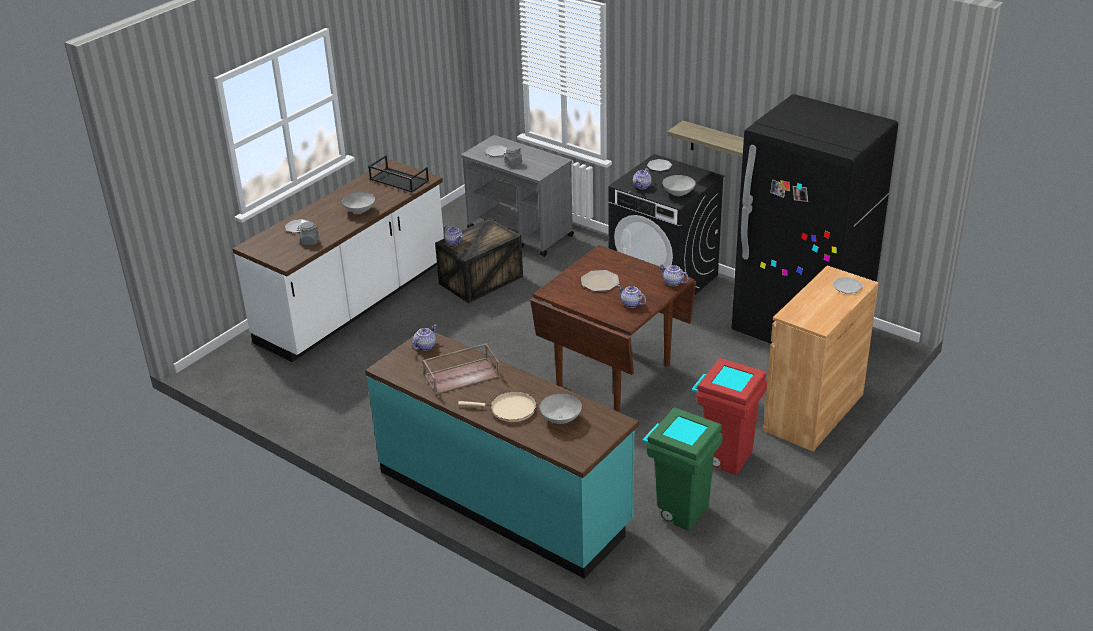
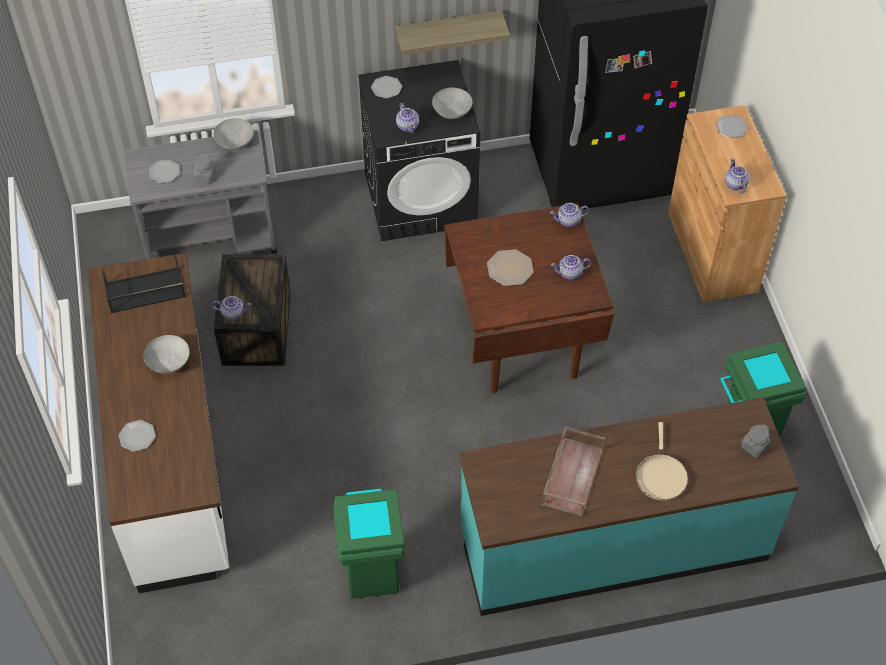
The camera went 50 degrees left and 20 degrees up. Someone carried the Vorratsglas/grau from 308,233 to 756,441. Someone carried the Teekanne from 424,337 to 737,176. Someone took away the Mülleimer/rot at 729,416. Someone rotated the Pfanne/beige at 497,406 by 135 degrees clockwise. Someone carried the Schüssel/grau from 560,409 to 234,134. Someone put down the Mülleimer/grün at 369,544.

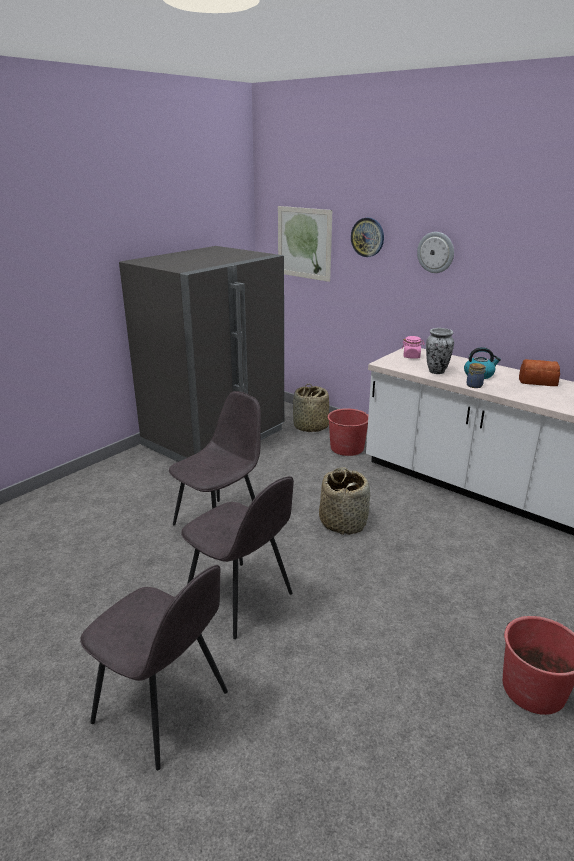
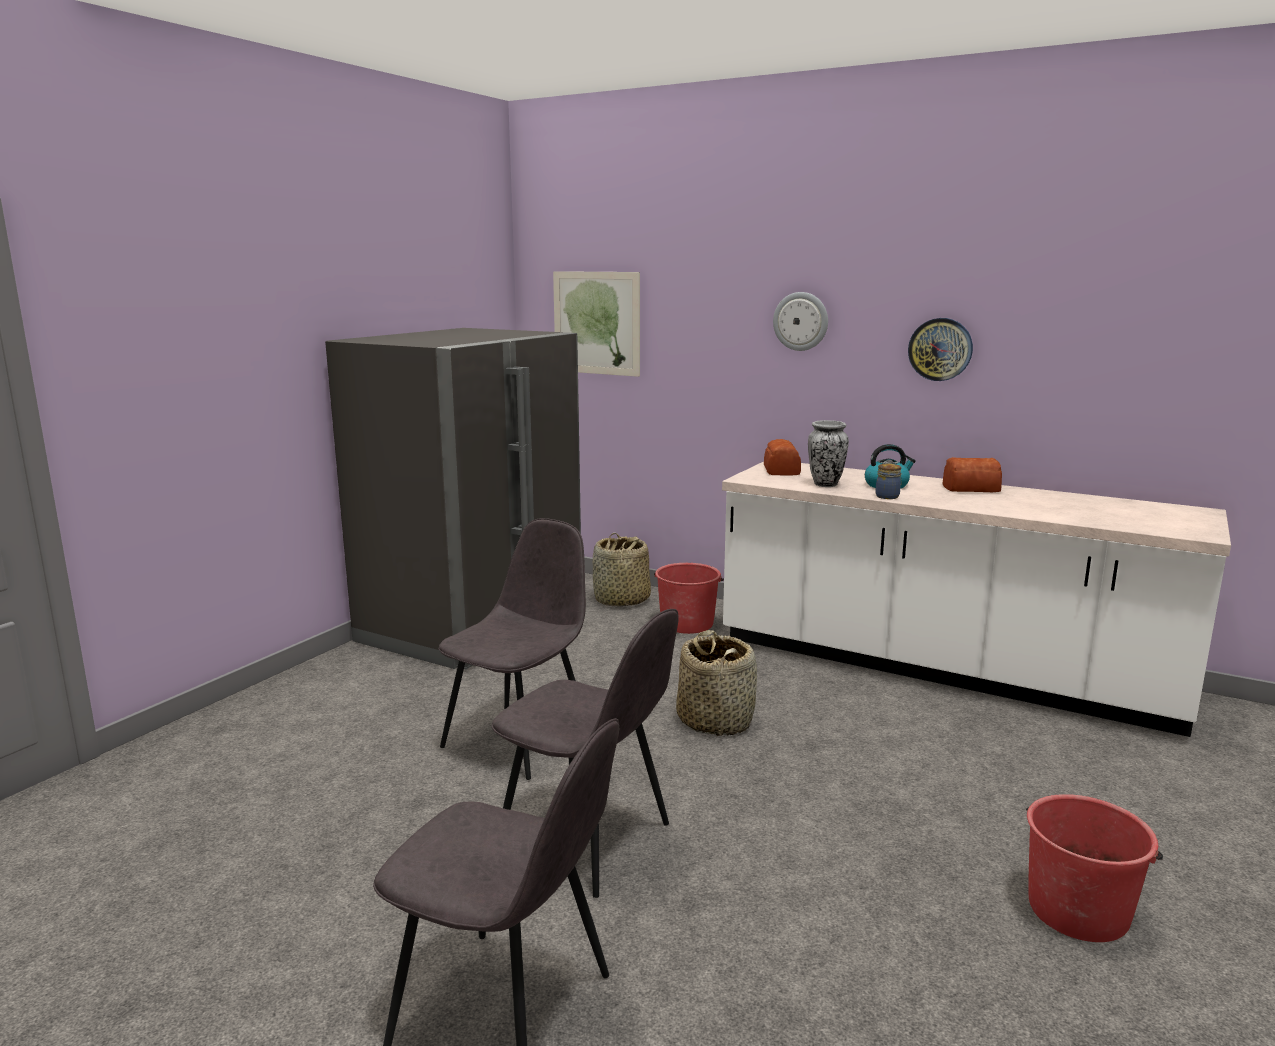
The camera went 10 degrees left and 10 degrees down. Someone carried the Wanduhr from 367,237 to 940,349. Someone swapped the Vorratsglas/rosa at 413,347 for the Brot at 782,457.

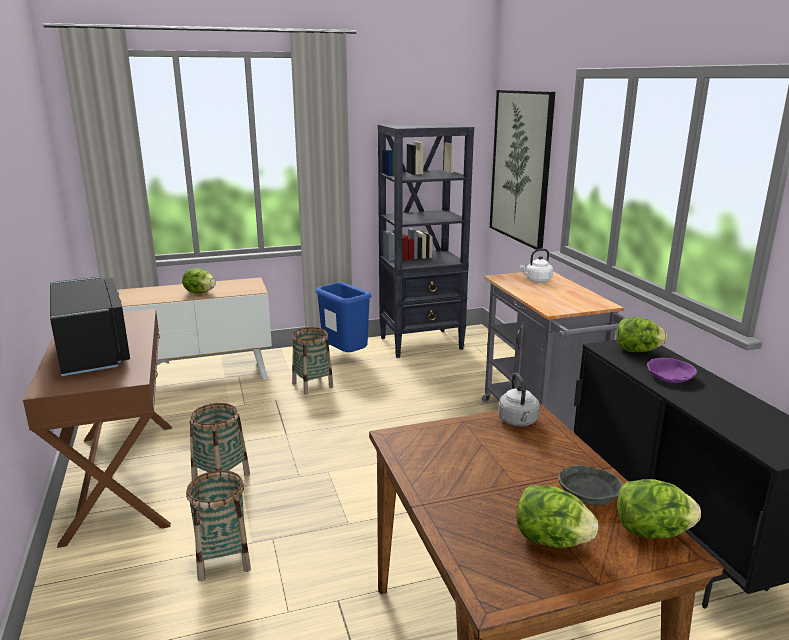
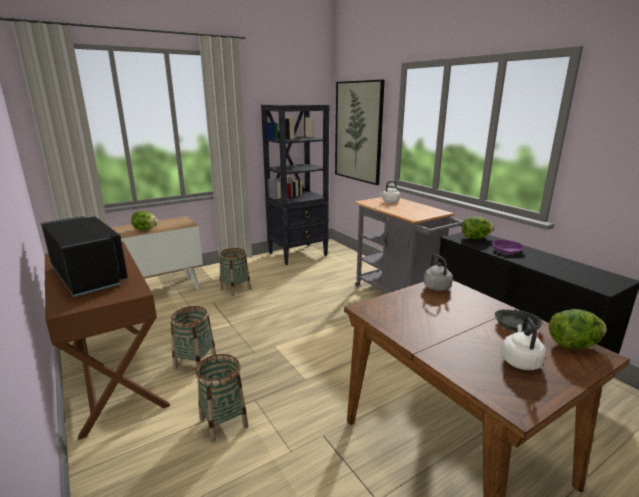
The camera went 15 degrees left and 0 degrees up. Someone took away the Mülleimer/blau at 343,317. Someone swapped the Salatkopf at 557,516 for the Wasserkessel/weiß at 523,344.

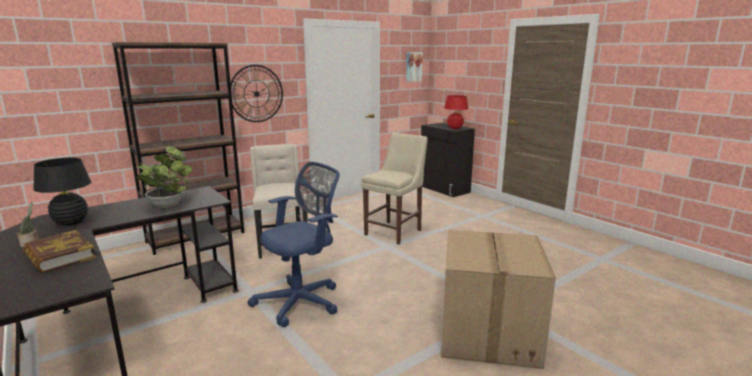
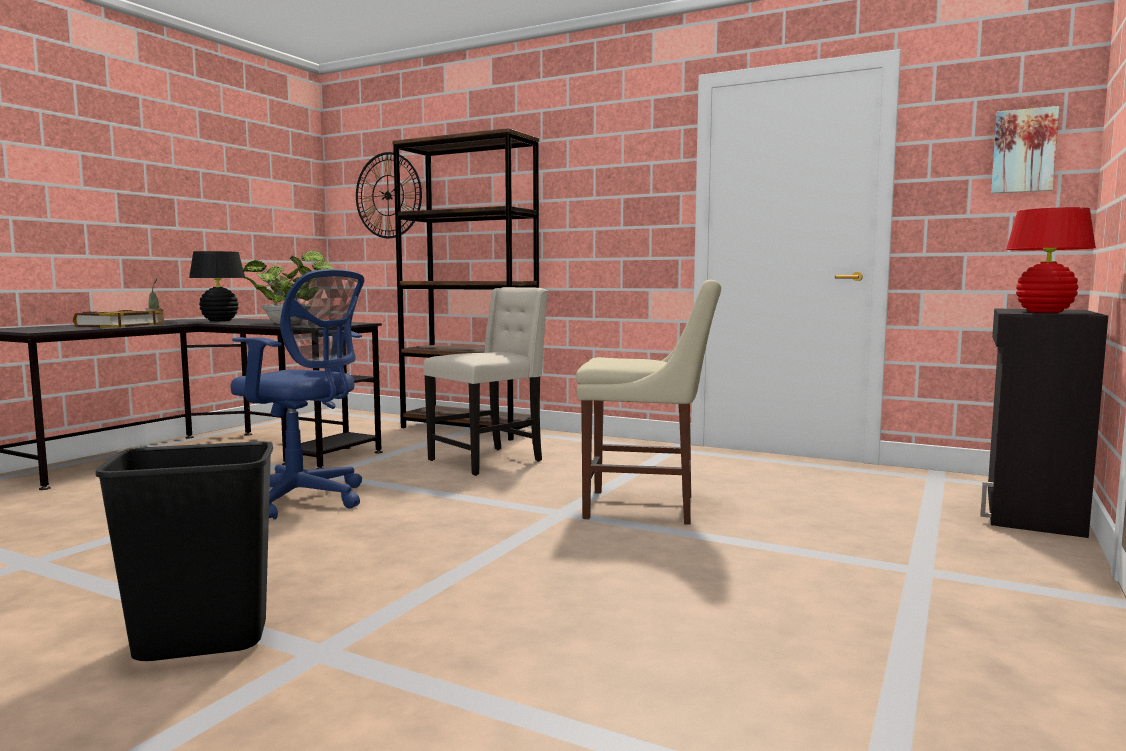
The camera went 65 degrees right and 10 degrees down. Someone carried the Wanduhr from 256,93 to 389,195. Someone swapped the Karton at 498,299 for the Mülleimer/schwarz at 184,551.

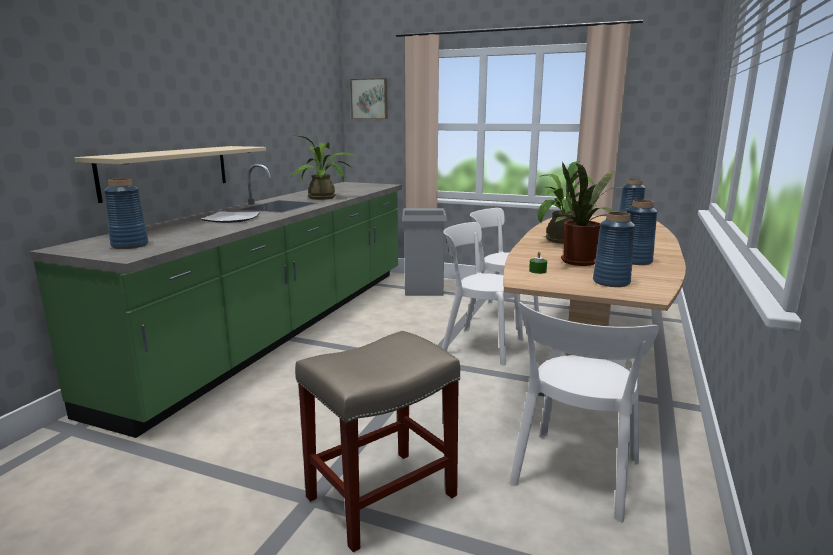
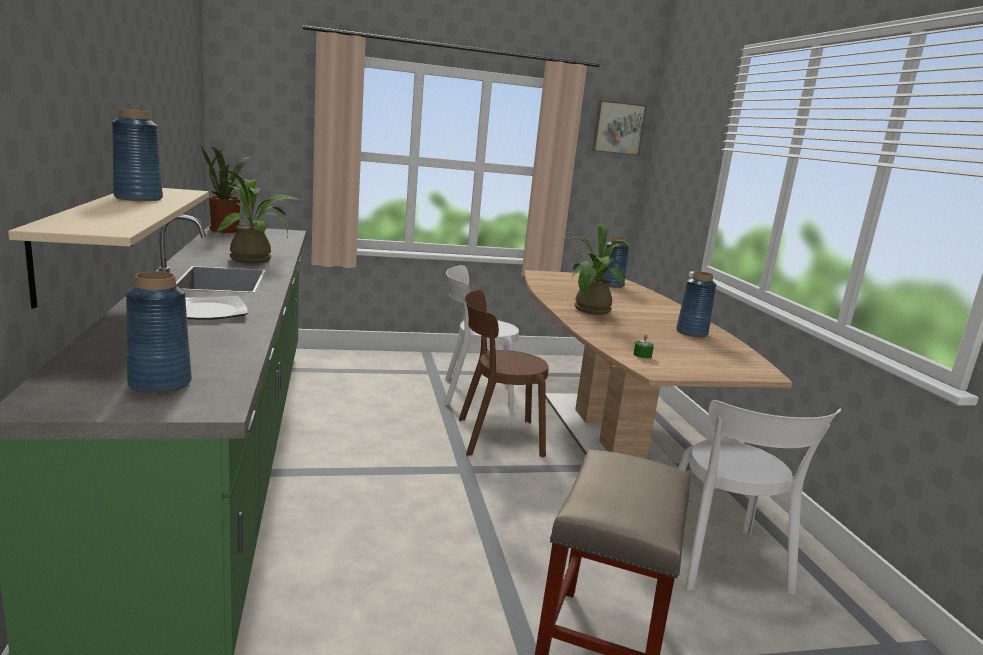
The camera went 35 degrees left and 0 degrees up. Someone carried the Bild from 369,98 to 619,127. Someone carried the Topfpflanze from 589,214 to 225,189. Someone took away the Mülleimer/grau at 424,252. Someone carried the Vase/blau from 614,249 to 137,155. Someone repainted the Stuhl/weiß at 483,294, which became the Stuhl/braun at 504,373.

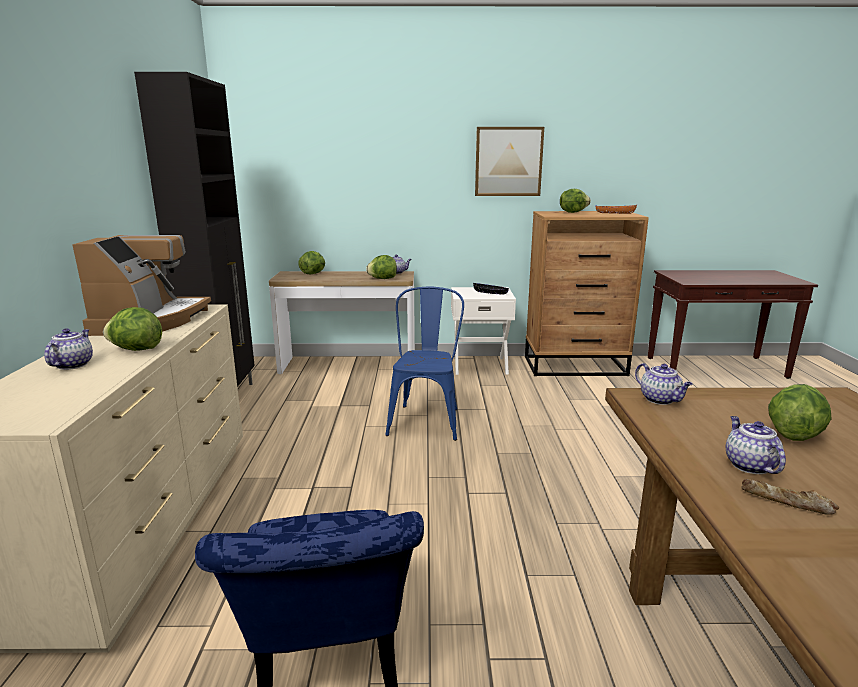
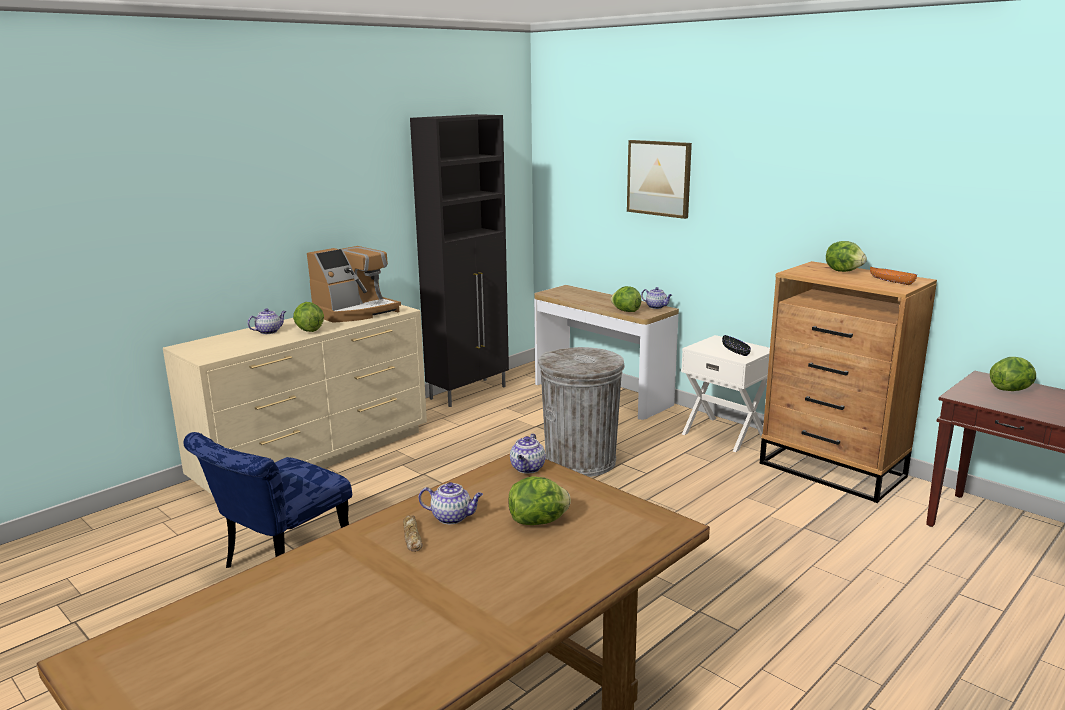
The camera went 45 degrees right and 0 degrees up. Someone carried the Bild from 509,161 to 659,179. Someone carried the Salatkopf from 311,262 to 1013,374. Someone swapped the Stuhl/blau at 424,363 for the Mülleimer/grau at 581,412. Someone rotated the Teekanne at 756,445 by 60 degrees clockwise.

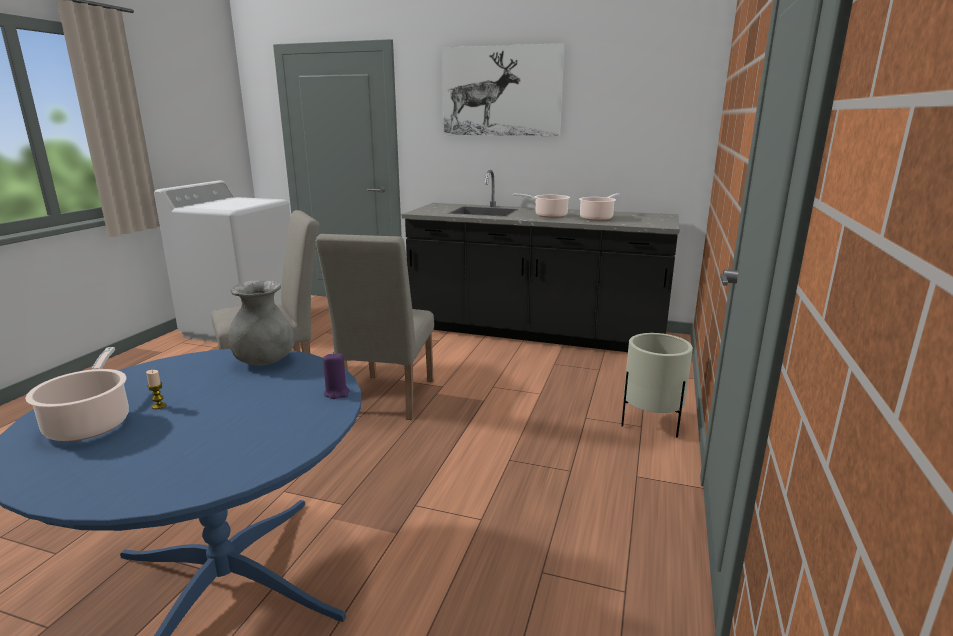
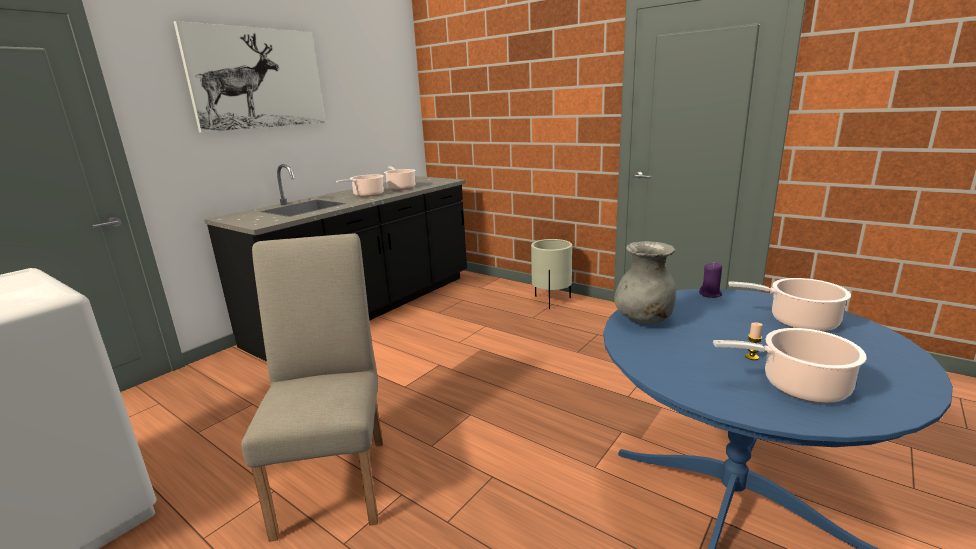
The camera went 70 degrees left and 0 degrees up. Someone took away the Stuhl/beige at 375,327. Someone put down the Kochtopf at 789,304.

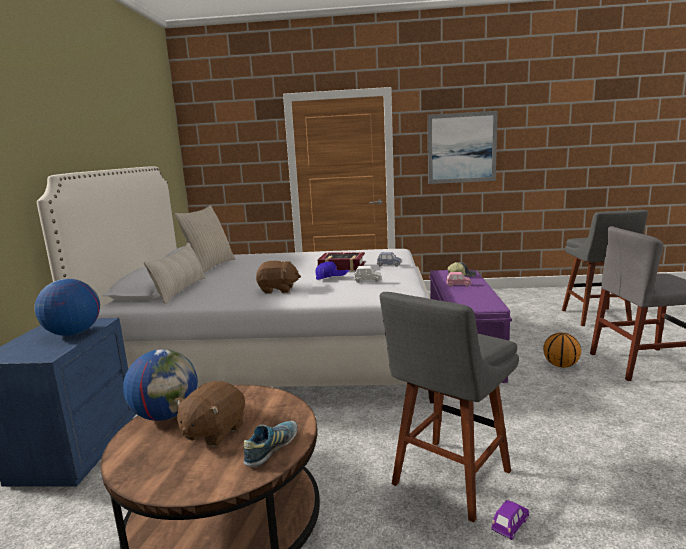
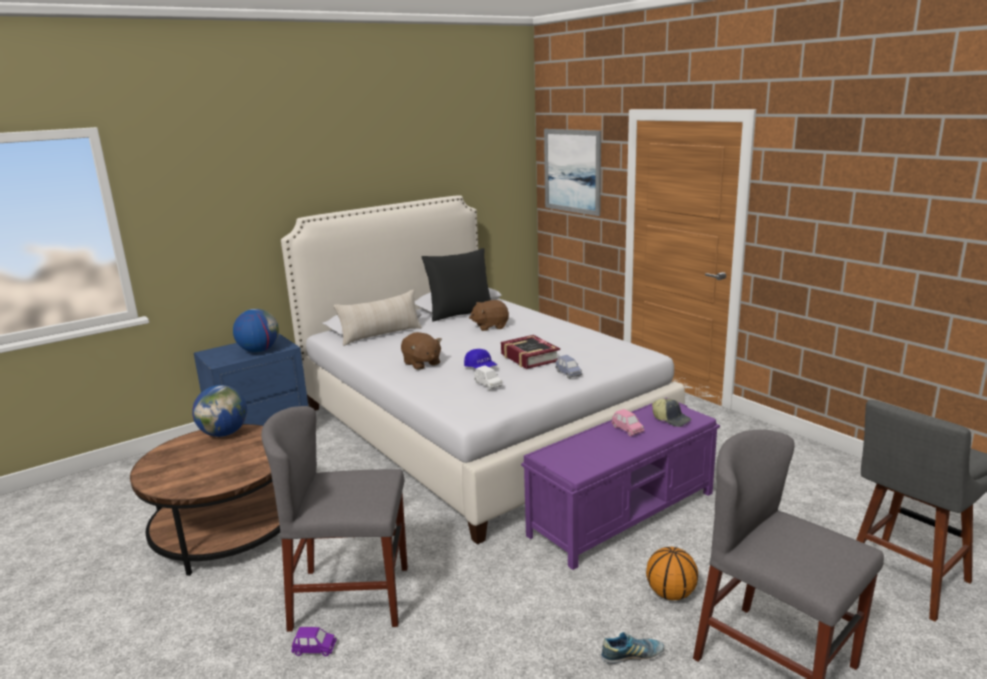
The camera went 50 degrees right and 5 degrees up. Someone carried the Bild from 463,147 to 572,172. Someone repainted the Kissen/beige at 205,239, which became the Kissen/schwarz at 456,285. Someone swapped the Hocker/grau at 449,407 for the Stuhl/grau at 334,519. Someone carried the Plüschtier/braun from 209,414 to 489,315. Someone carried the Schuh from 270,444 to 632,648.

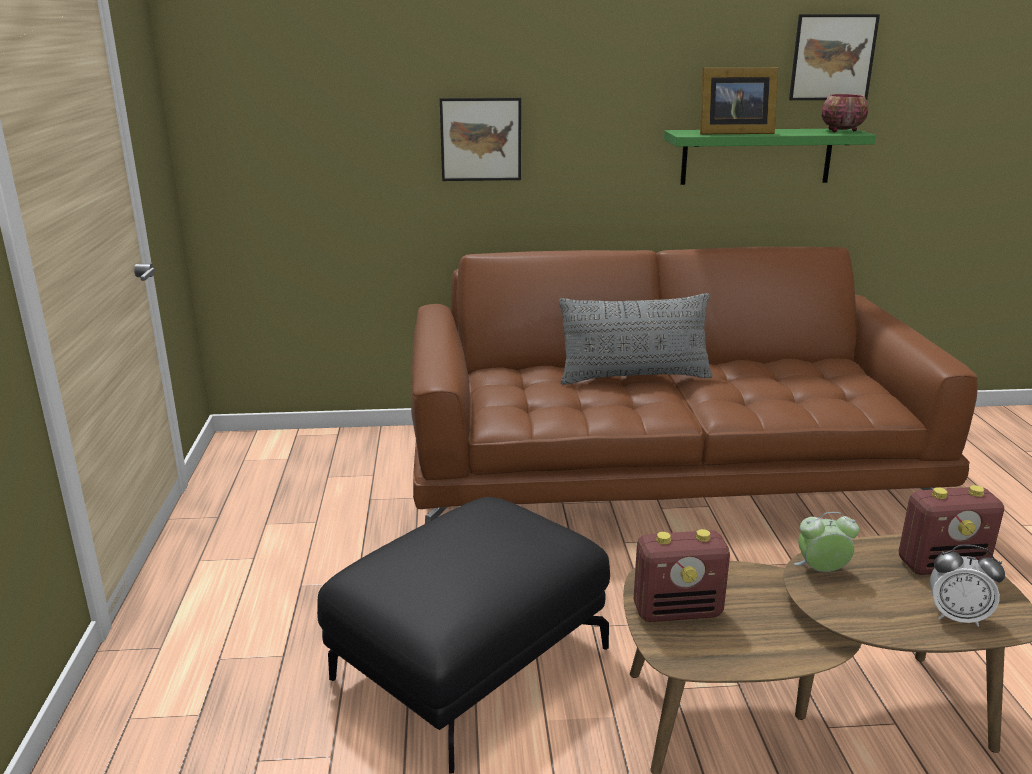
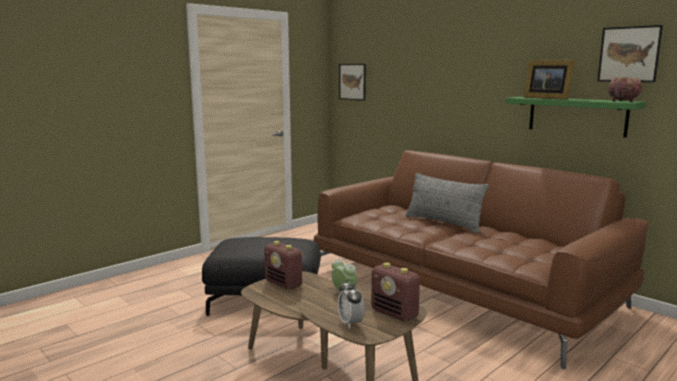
The camera went 50 degrees right and 10 degrees down. Someone carried the Bild from 480,139 to 352,82.

